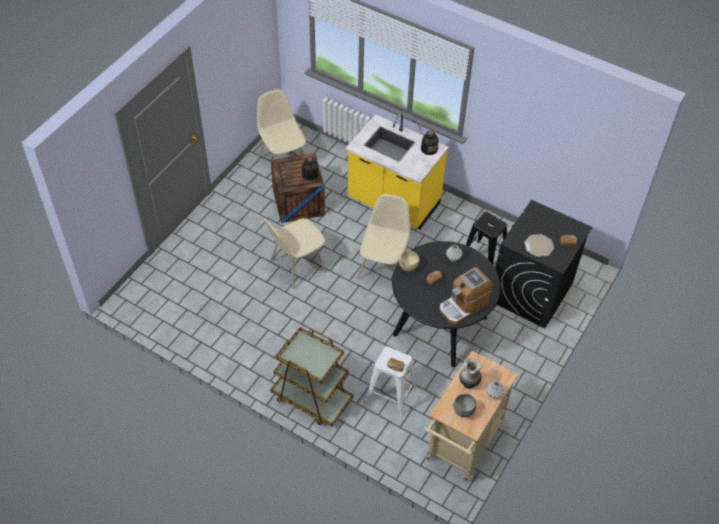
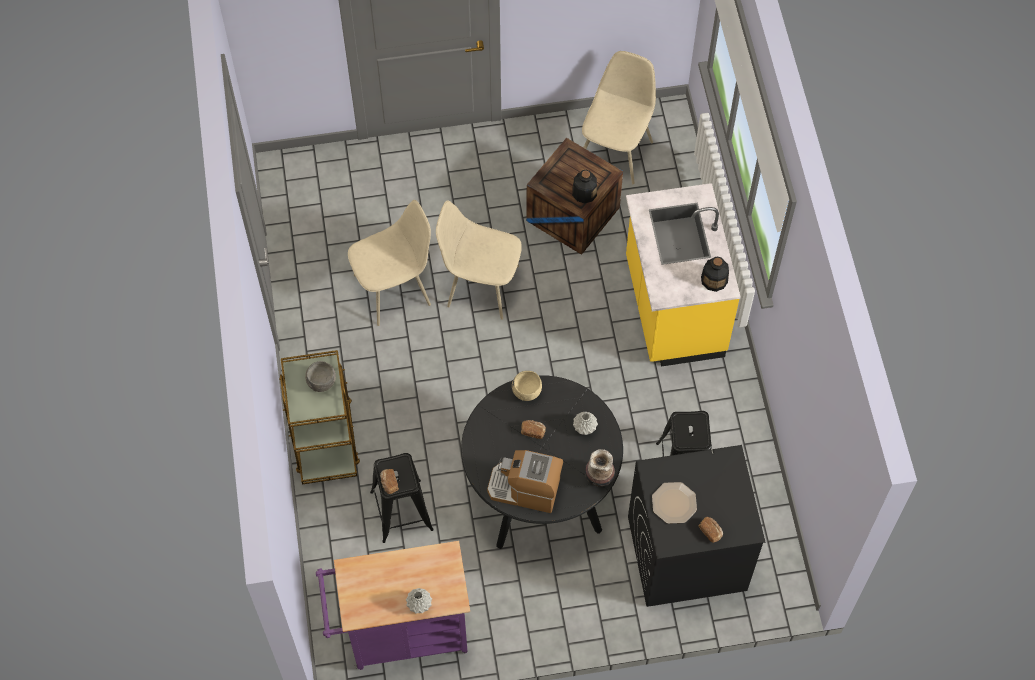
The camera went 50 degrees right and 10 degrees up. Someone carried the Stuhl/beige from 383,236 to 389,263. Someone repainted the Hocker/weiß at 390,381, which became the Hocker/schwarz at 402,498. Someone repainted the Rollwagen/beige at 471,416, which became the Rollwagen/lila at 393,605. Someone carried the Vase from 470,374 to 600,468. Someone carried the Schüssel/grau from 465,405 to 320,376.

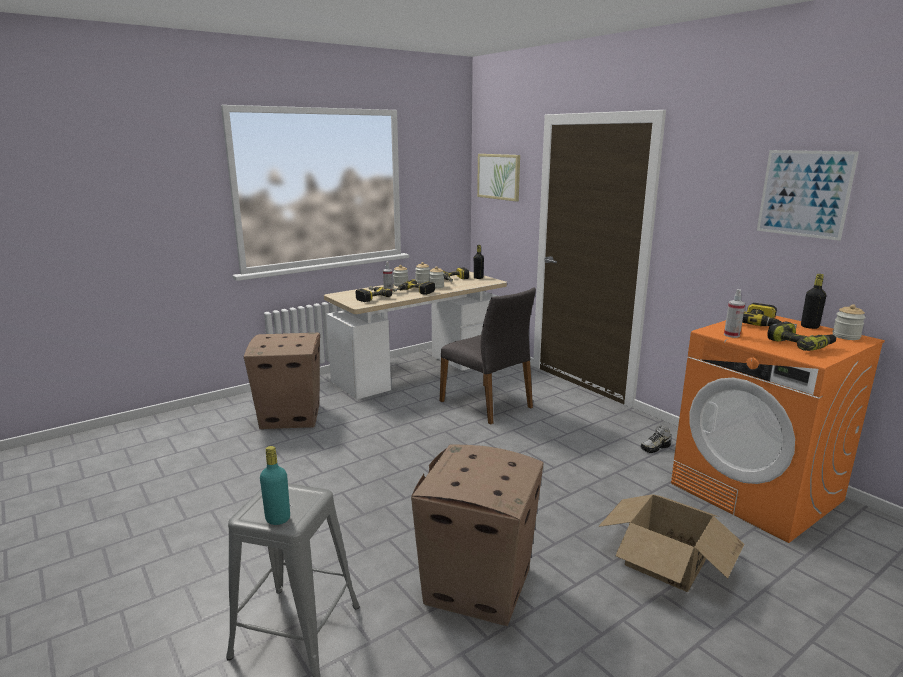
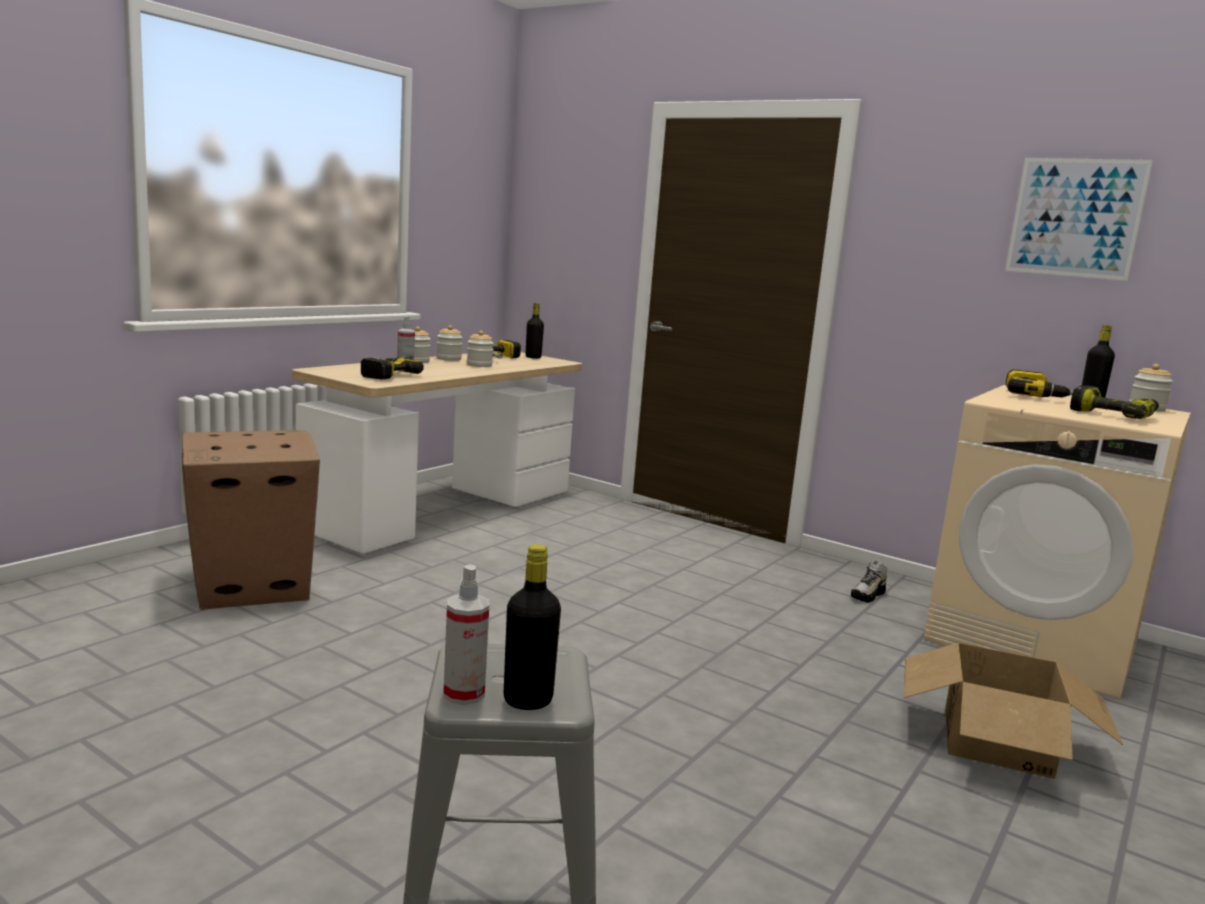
The camera went 20 degrees left and 5 degrees down. Someone took away the Bild at 498,177. Someone took away the Bohrmaschine at 413,287. Someone took away the Stuhl/grau at 488,356. Someone carried the Sprühflasche from 734,313 to 466,634. Someone repainted the Waschmaschine/orange at 778,429, which became the Waschmaschine/beige at 1057,542. Someone took away the Karton at 477,535. Someone repainted the Flasche/türkis at 275,485, which became the Flasche/schwarz at 532,627.

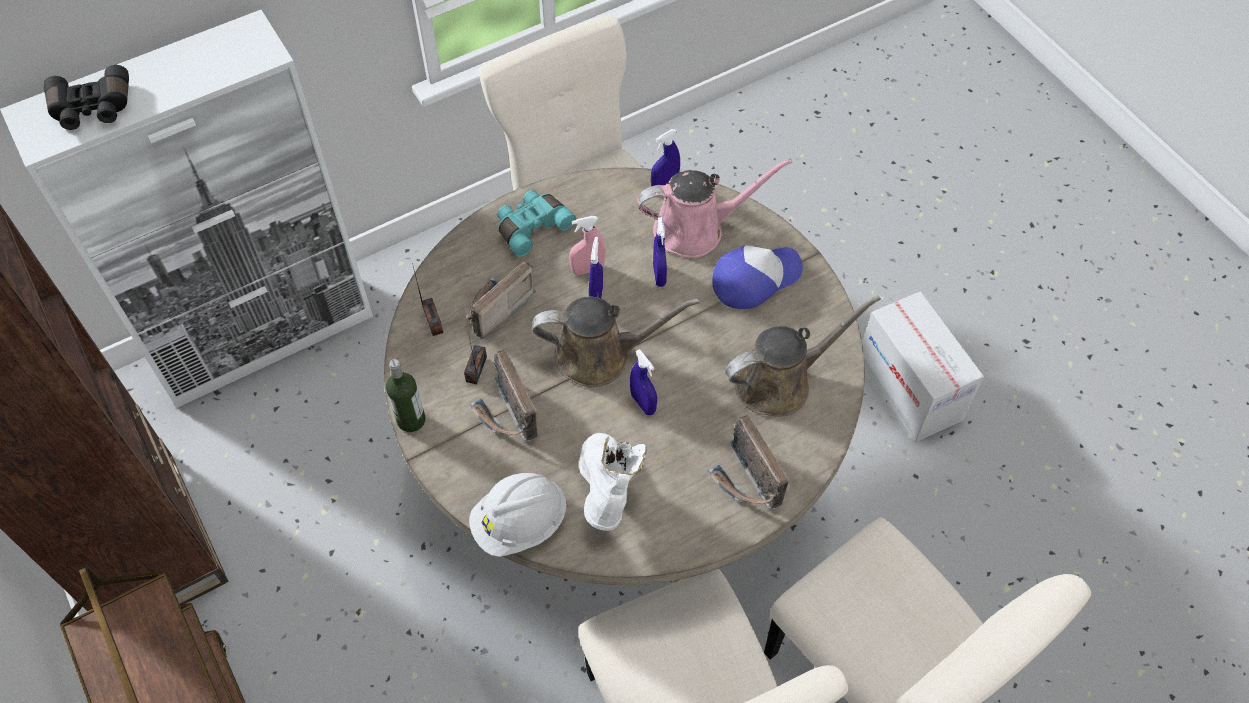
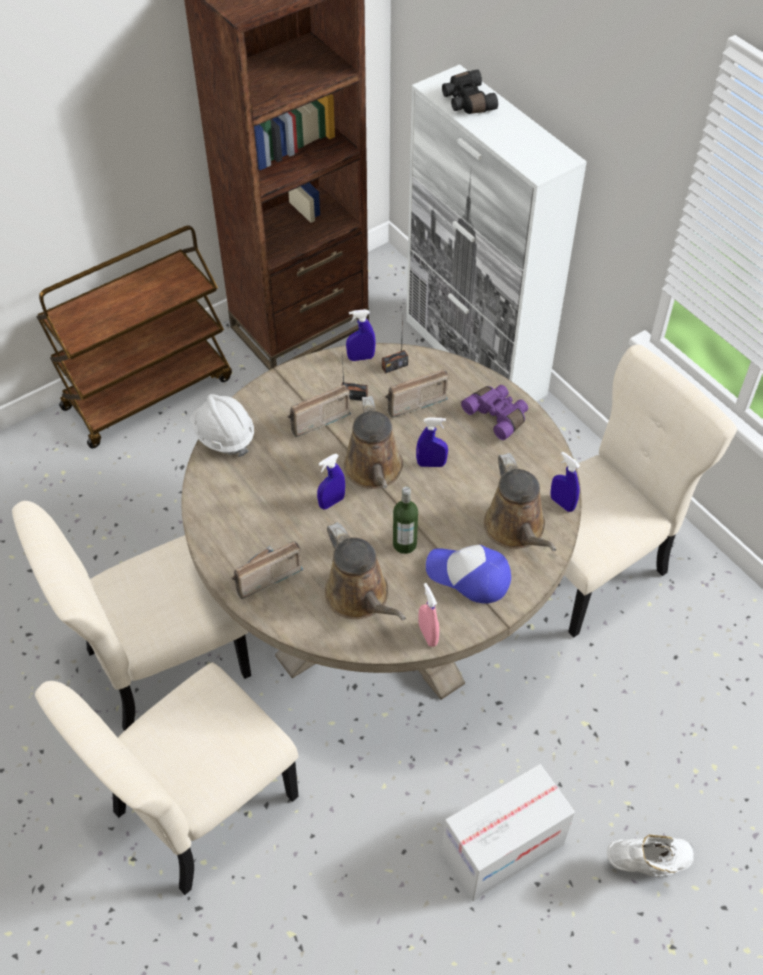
The camera went 85 degrees right and 5 degrees down. Someone repainted the Gießkanne/rosa at 715,208, which became the Gießkanne/braun at 520,502. Someone repainted the Fernglas/türkis at 536,223, which became the Fernglas/lila at 494,412. Someone carried the Sprühflasche/rosa from 587,245 to 428,615. Someone carried the Sprühflasche/blau from 660,252 to 361,335. Someone rotated the Kappe at 757,277 by 150 degrees clockwise. Someone rotated the Radio at 501,300 by 60 degrees counterclockwise. Someone carried the Flasche from 406,395 to 405,520. Someone carried the Stiefel/weiß from 613,482 to 650,855.

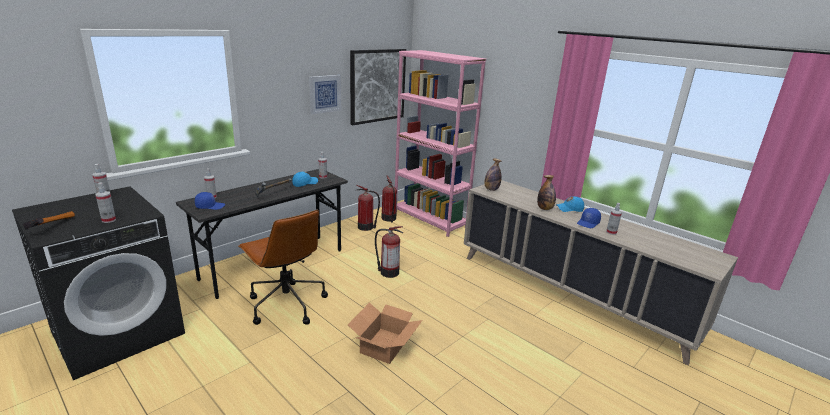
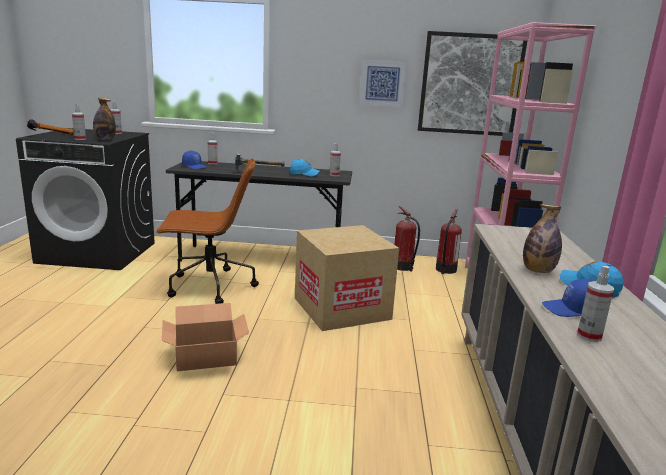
The camera went 50 degrees right and 5 degrees down. Someone carried the Flasche from 493,174 to 104,119. Someone rotated the Bürostuhl/braun at 283,267 by 105 degrees counterclockwise. Someone swapped the Feuerlöscher at 389,252 for the Karton at 347,278.

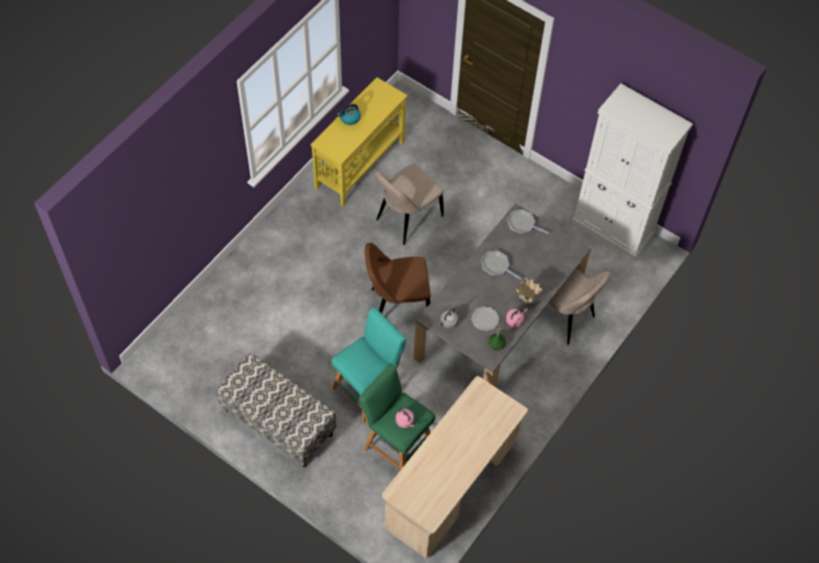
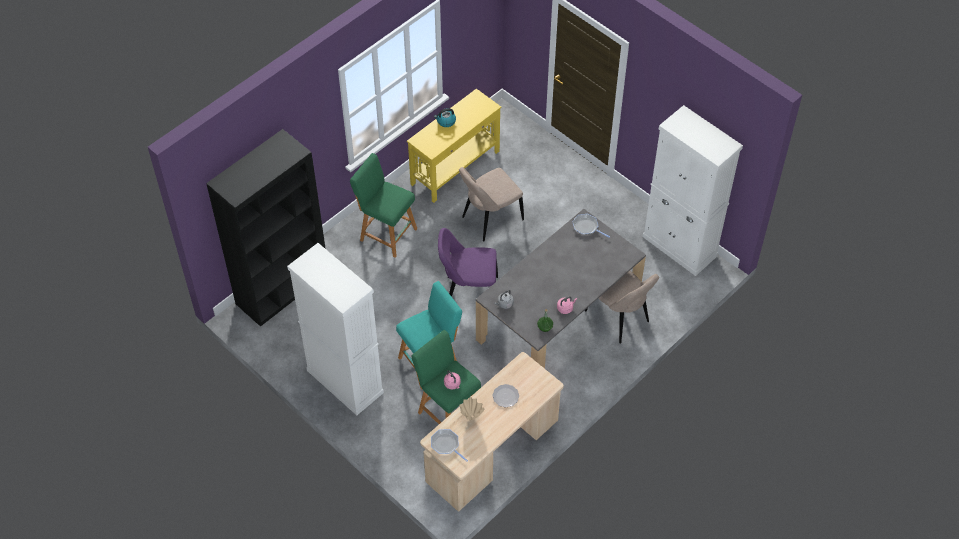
The camera went 10 degrees right and 5 degrees down. Someone repainted the Stuhl/braun at 398,278, which became the Stuhl/lila at 468,262. Someone carried the Pfanne from 501,265 to 449,445. Someone carried the Vase/beige from 529,290 to 471,408. Someone carried the Teller from 485,318 to 506,395. Someone swapped the Bank at 276,410 for the Schrank/weiß at 335,329. Someone put down the Bücherregal/schwarz at 266,228. Someone put down the Hocker/grün at 383,205.

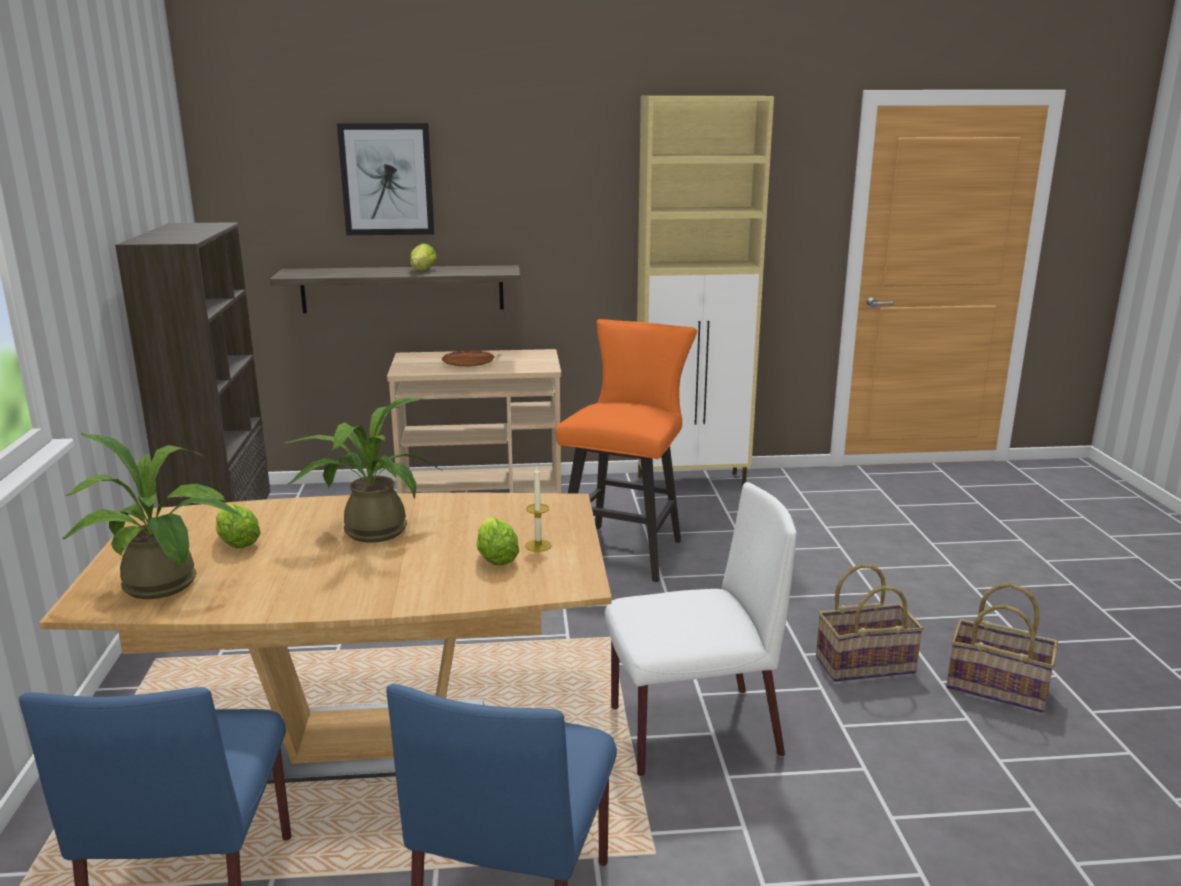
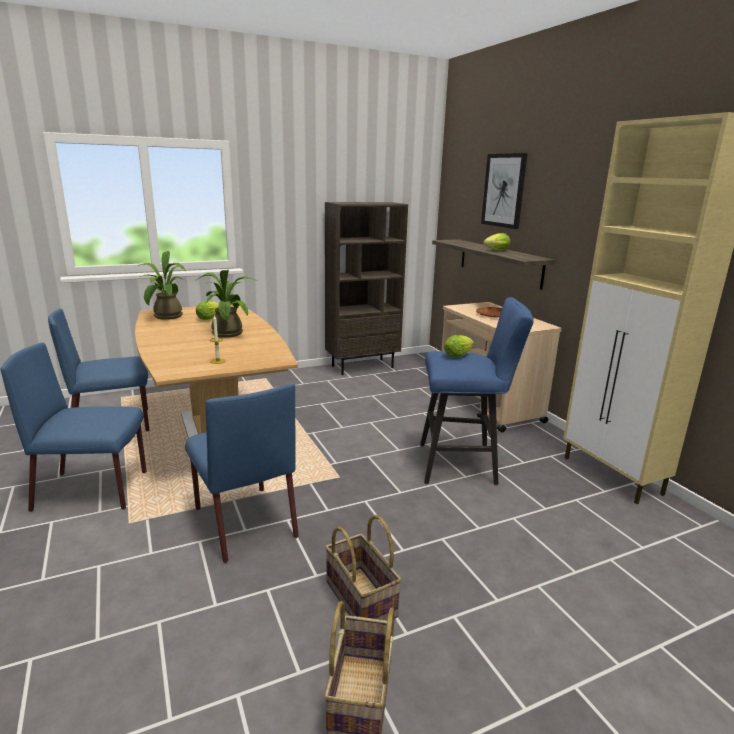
The camera went 70 degrees right and 0 degrees up. Someone repainted the Hocker/orange at 626,450, which became the Hocker/blau at 477,391. Someone repainted the Stuhl/weiß at 701,629, which became the Stuhl/blau at 242,473. Someone carried the Salatkopf from 498,541 to 459,346.

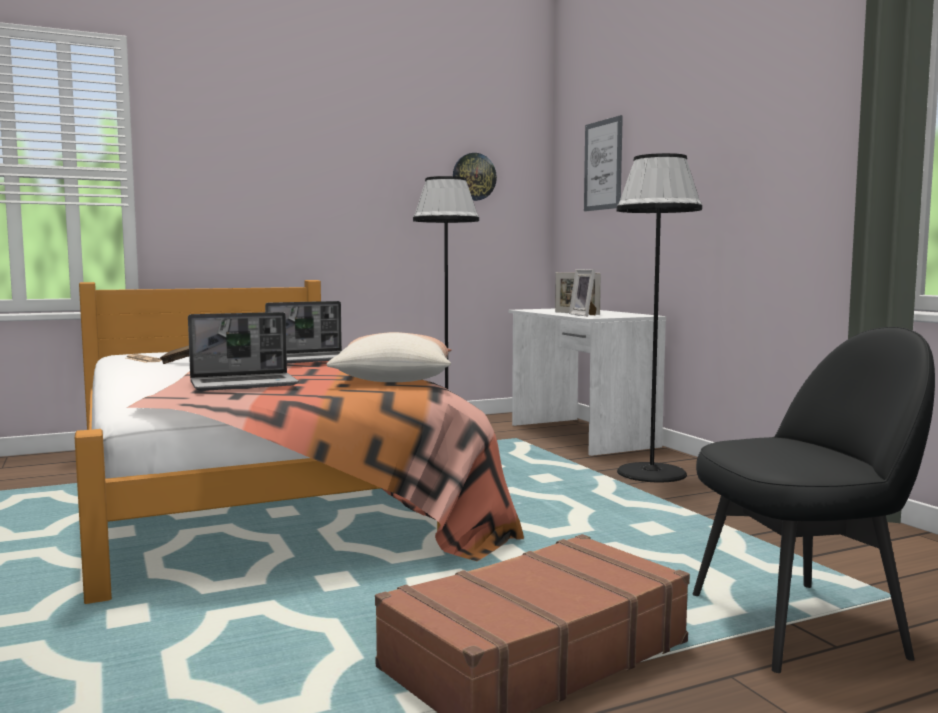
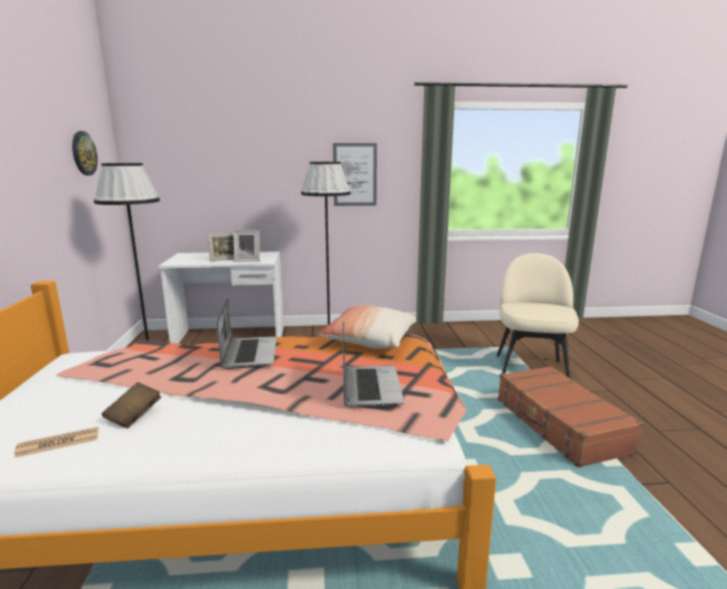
The camera went 70 degrees left and 10 degrees up. Someone carried the Bild from 603,163 to 355,174. Someone repainted the Stuhl/schwarz at 814,500, which became the Stuhl/beige at 538,315.

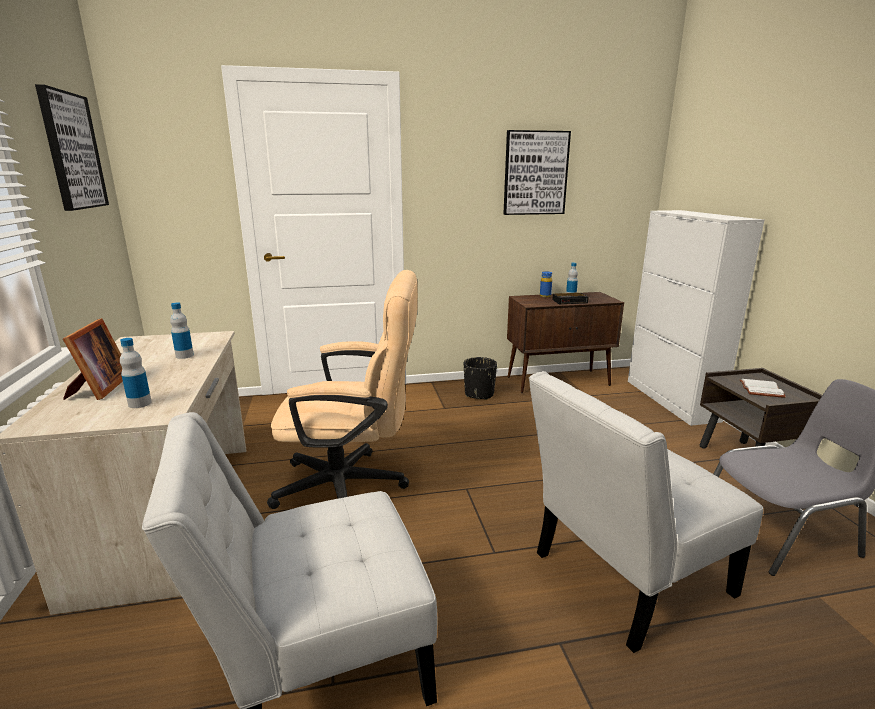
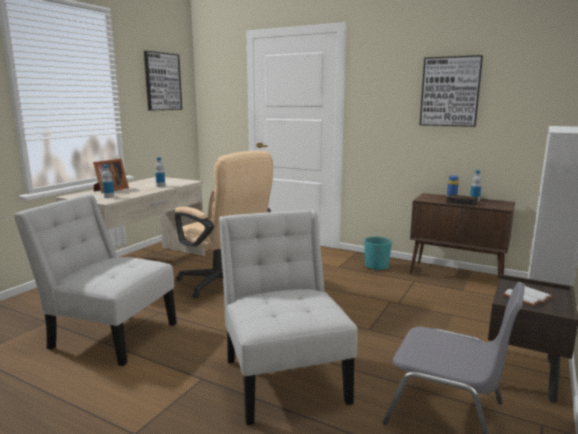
The camera went 40 degrees right and 5 degrees down. Someone repainted the Pflanzkübel/schwarz at 480,378, which became the Pflanzkübel/türkis at 378,254. Someone rotated the Stuhl/weiß at 646,512 by 60 degrees clockwise.

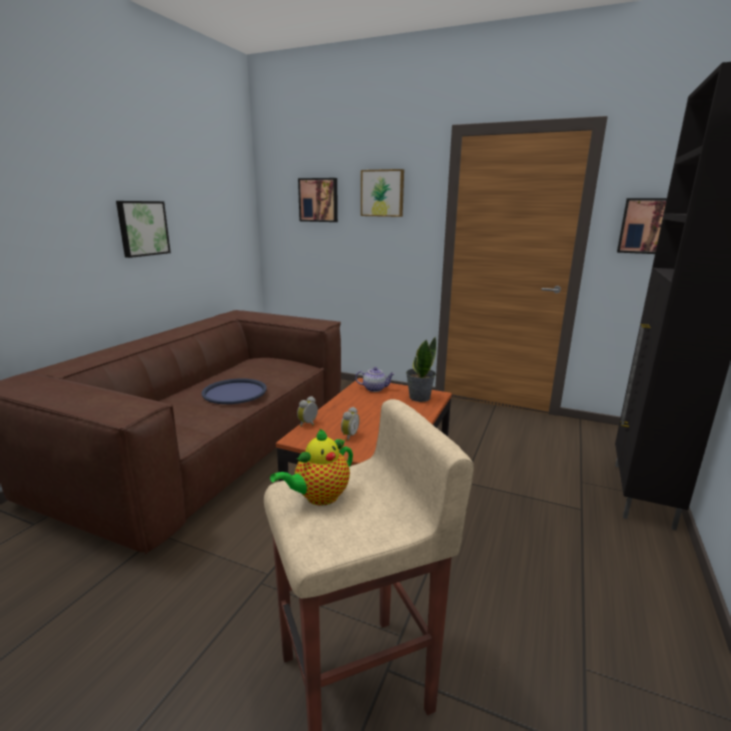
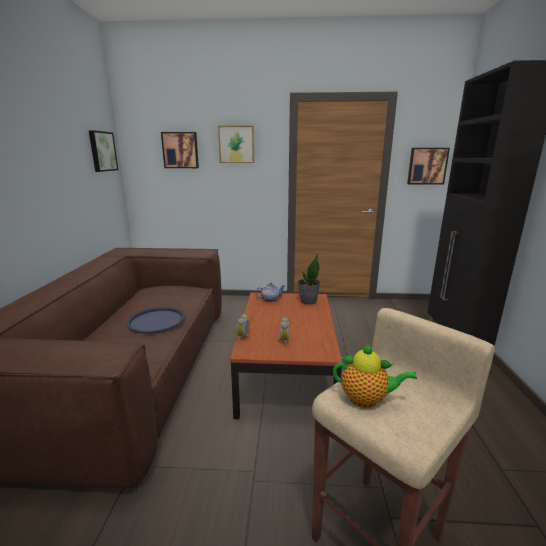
The camera went 20 degrees left and 0 degrees up. Someone carried the Bild from 143,229 to 103,151. Someone rotated the Teekanne at 311,467 by 105 degrees counterclockwise.

